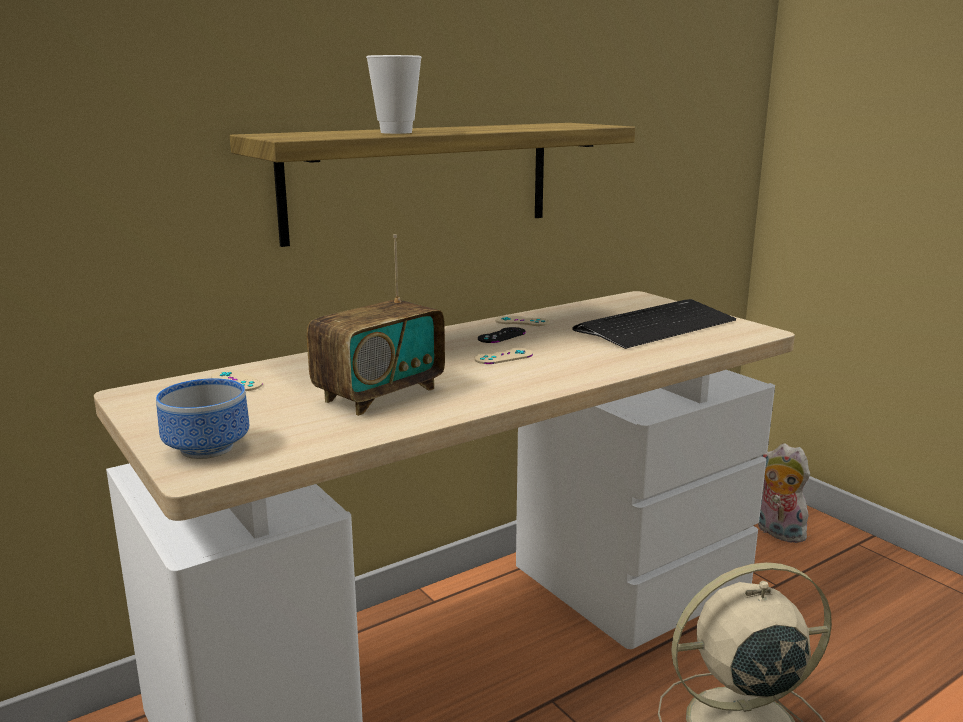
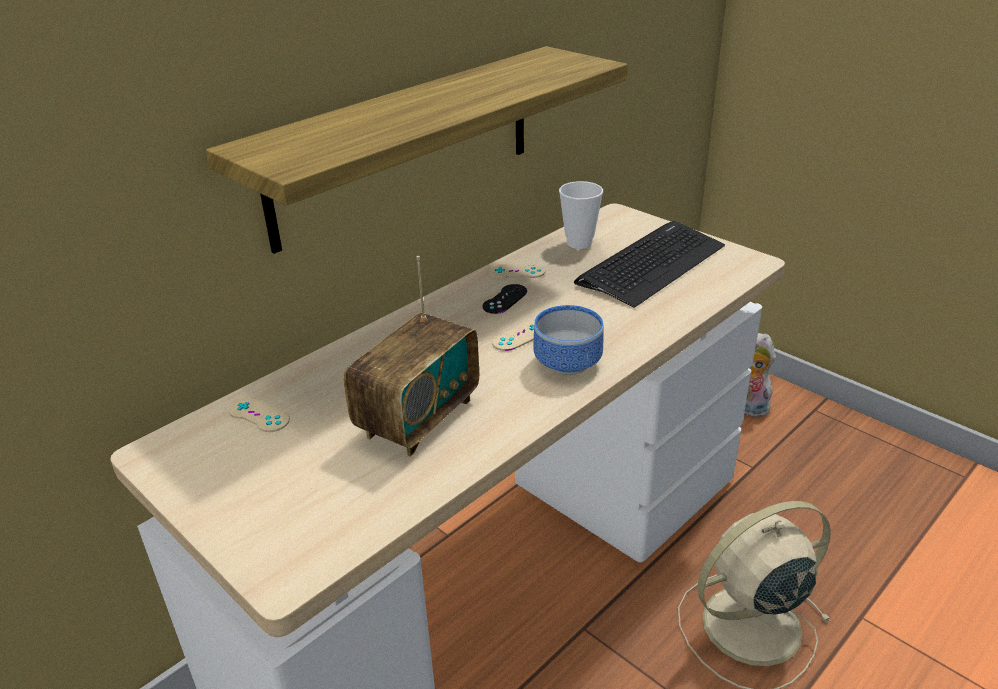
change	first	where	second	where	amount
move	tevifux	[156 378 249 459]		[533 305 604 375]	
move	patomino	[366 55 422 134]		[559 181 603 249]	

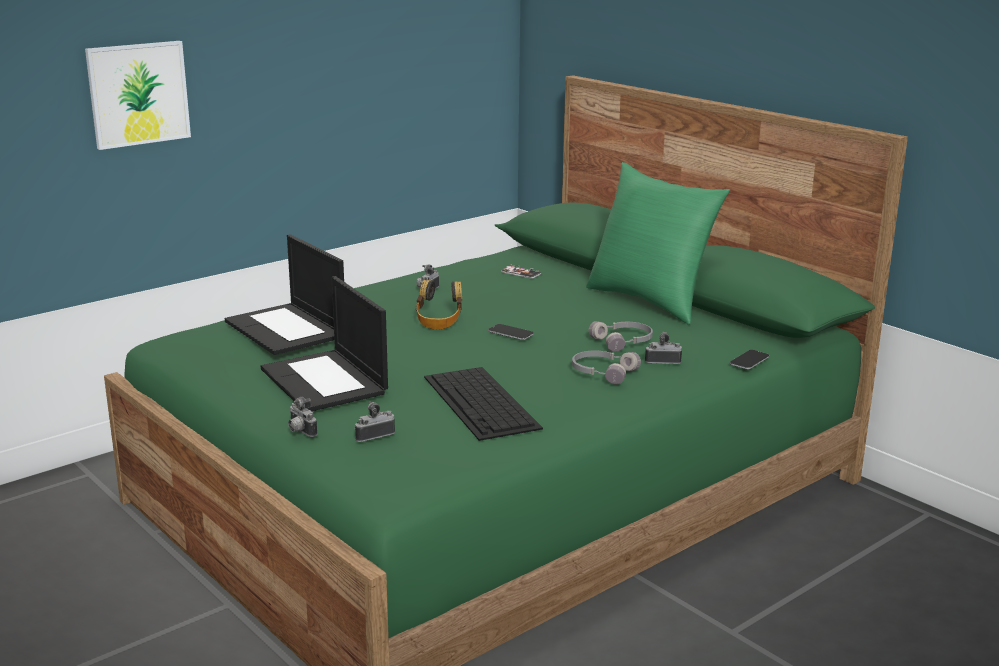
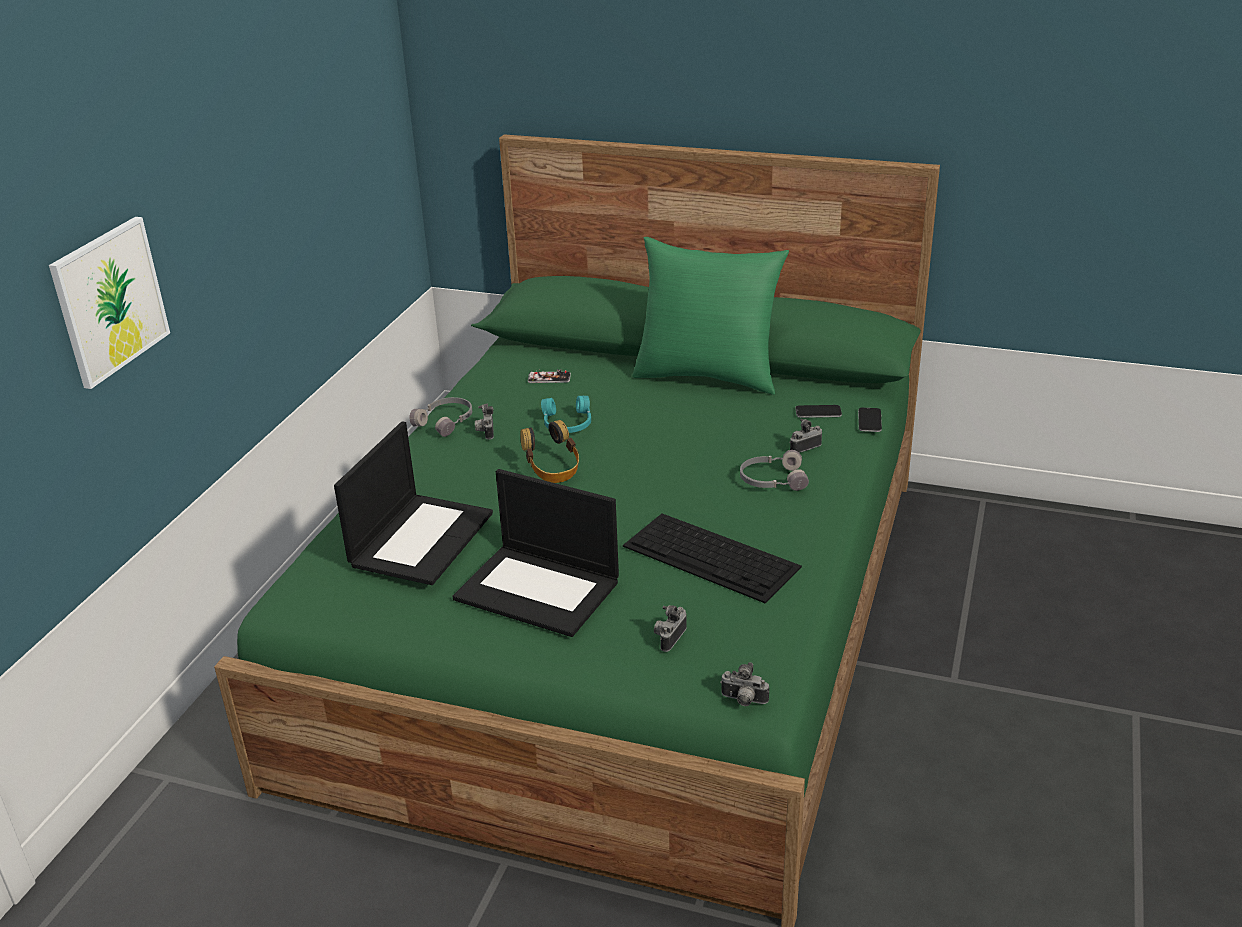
change	first	where	second	where	amount
insert			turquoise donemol	[541 396 591 433]	
move	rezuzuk	[288 397 317 437]		[720 662 769 706]	
move	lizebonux	[488 324 534 340]		[795 405 842 418]	
move	grey donemol	[589 321 653 352]		[410 397 472 437]	
rotate	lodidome	[225 234 344 355]		[334 421 493 585]	90 degrees counterclockwise

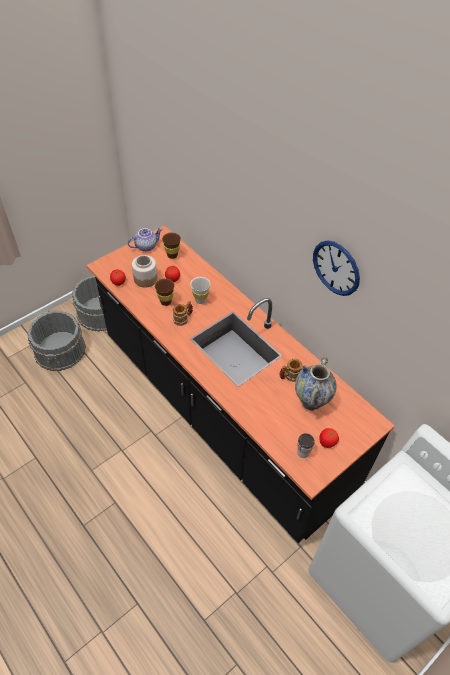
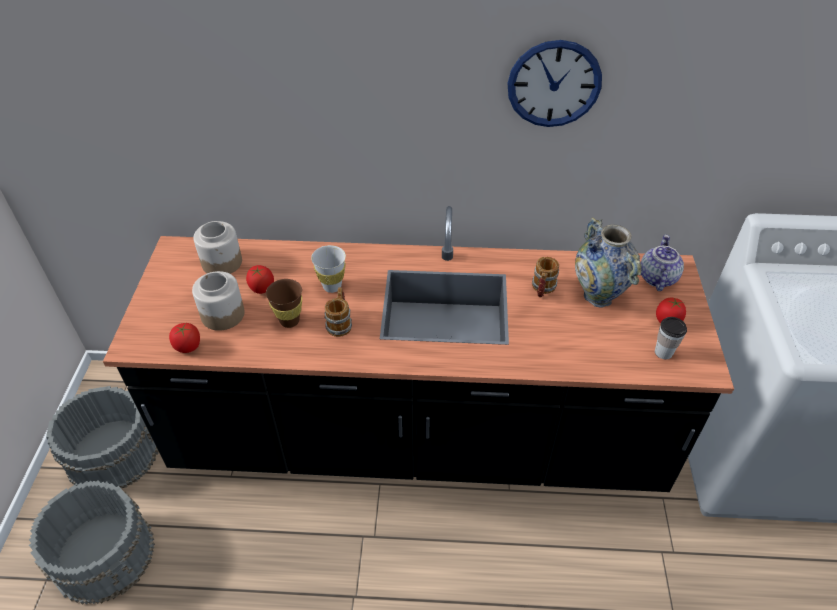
change	first	where	second	where	amount
move	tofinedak	[128 228 162 252]		[641 234 684 291]	
replace	brown patomino	[162 232 181 259]	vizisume	[193 221 242 274]	

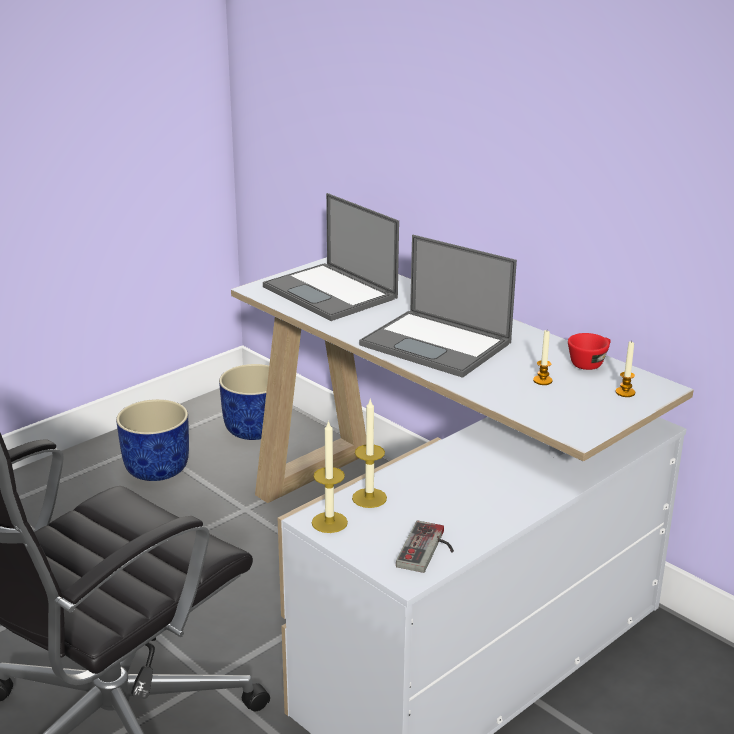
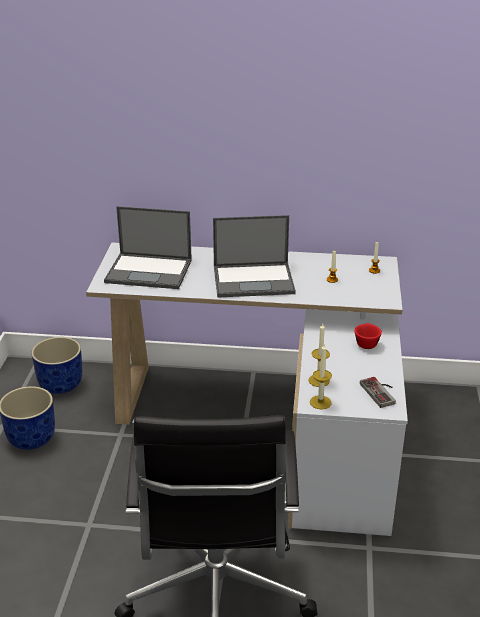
change	first	where	second	where	amount
move	red patomino	[568 333 611 370]		[355 323 382 349]	

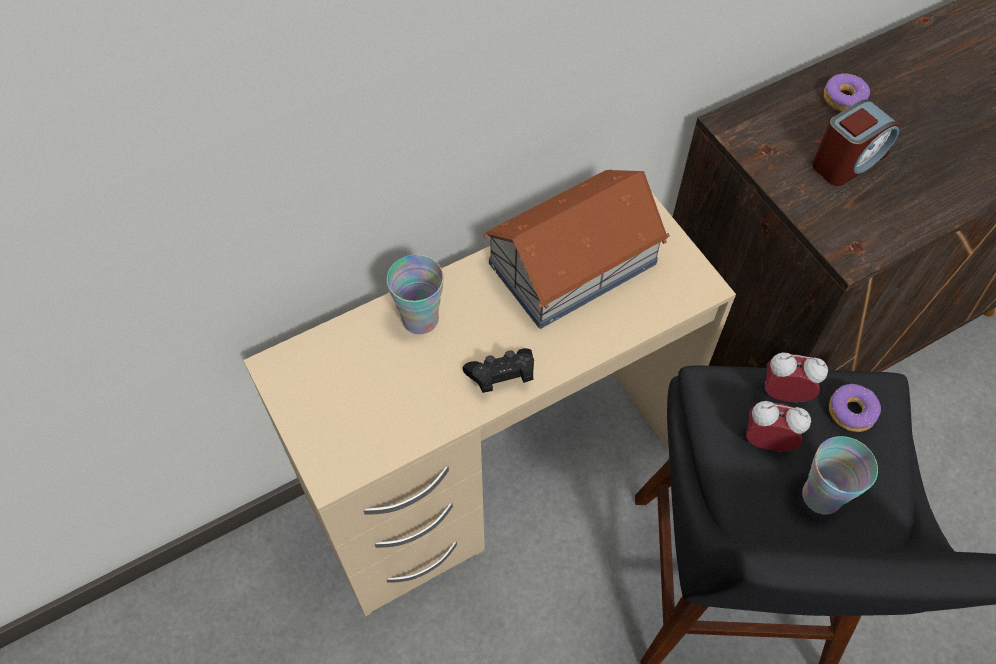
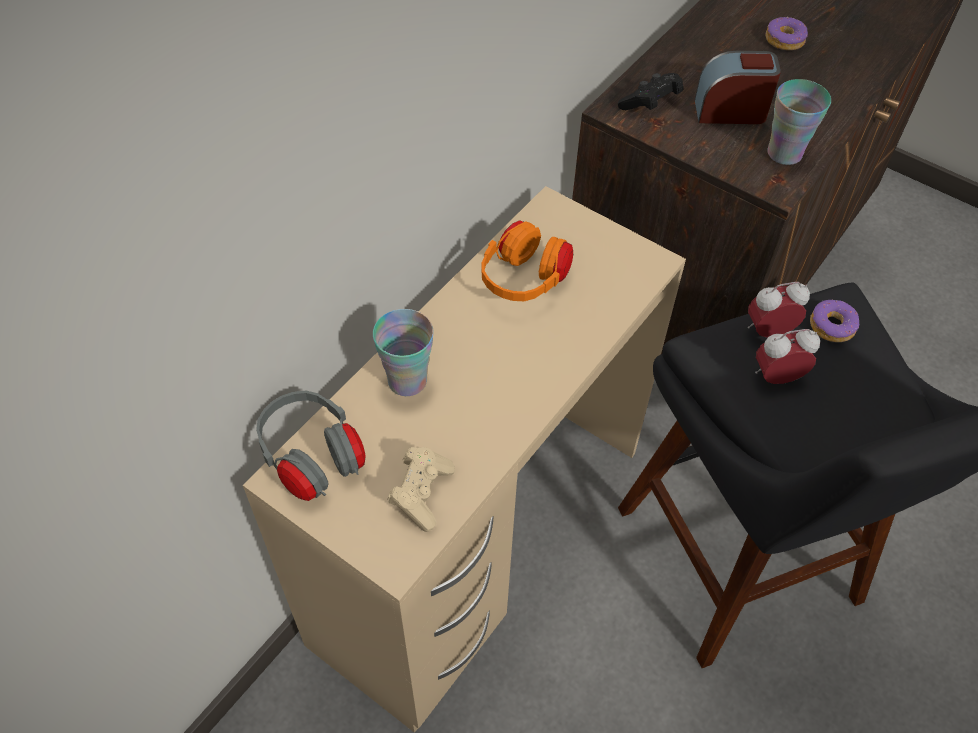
change	first	where	second	where	amount
insert			grey donemol	[256 391 366 501]	
insert			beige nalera	[387 447 455 532]	
move	black nalera	[462 348 534 393]		[618 73 683 110]	
move	patomino	[802 436 878 515]		[767 79 831 165]	
move	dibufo	[824 73 870 112]		[766 17 808 50]	
replace	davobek	[484 169 670 329]	orange donemol	[482 220 573 301]	
rotate	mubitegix	[812 99 900 186]		[695 51 781 124]	120 degrees counterclockwise

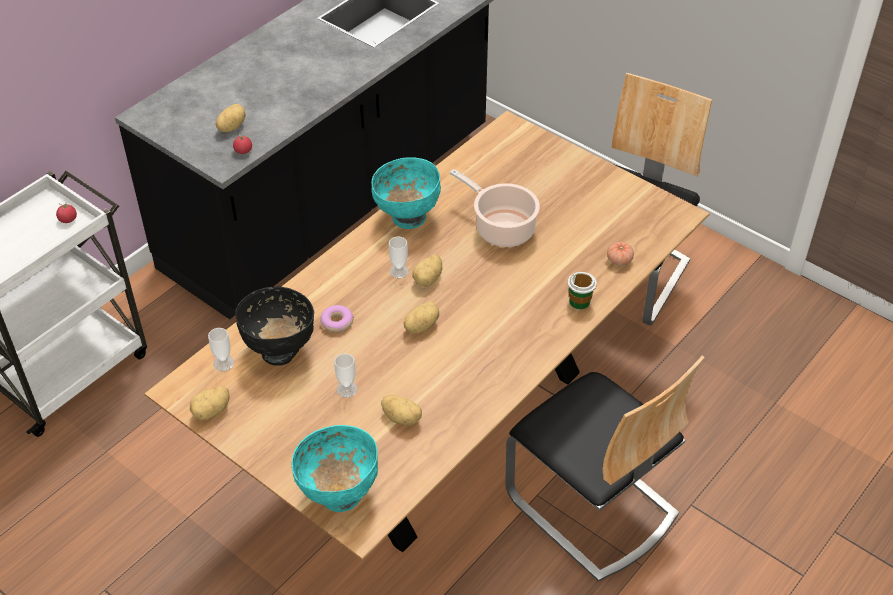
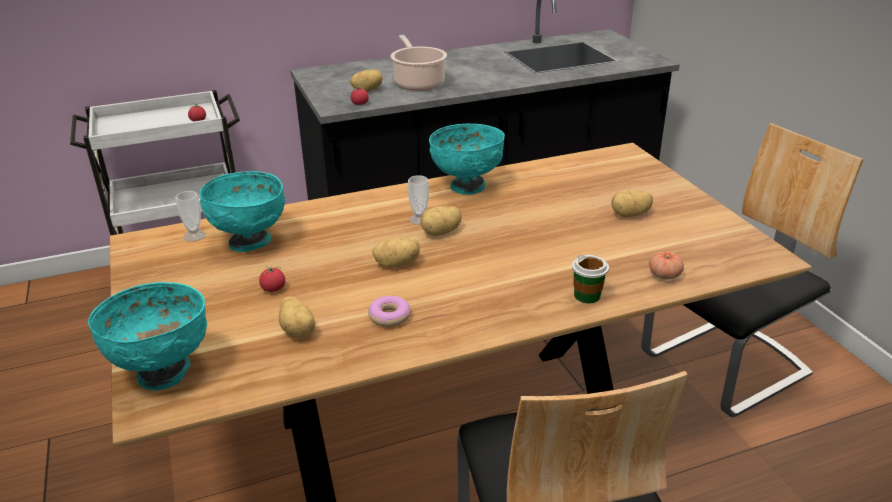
change	first	where	second	where	amount
move	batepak	[190 386 229 420]		[611 189 653 217]	
move	dibufo	[320 305 354 333]		[368 296 411 327]	
move	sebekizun	[450 169 540 247]		[391 35 447 91]	
replace	patomino	[334 353 358 398]	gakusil	[259 266 285 292]	
recolor	black tevifux	[235 287 314 366]	turquoise tevifux	[200 171 285 252]	

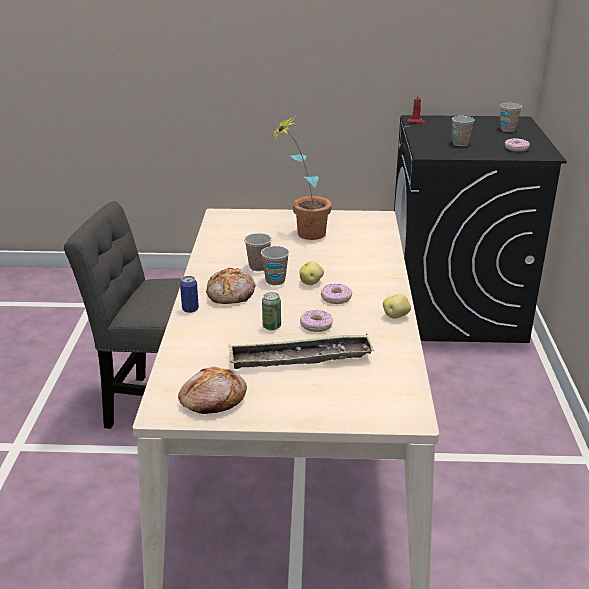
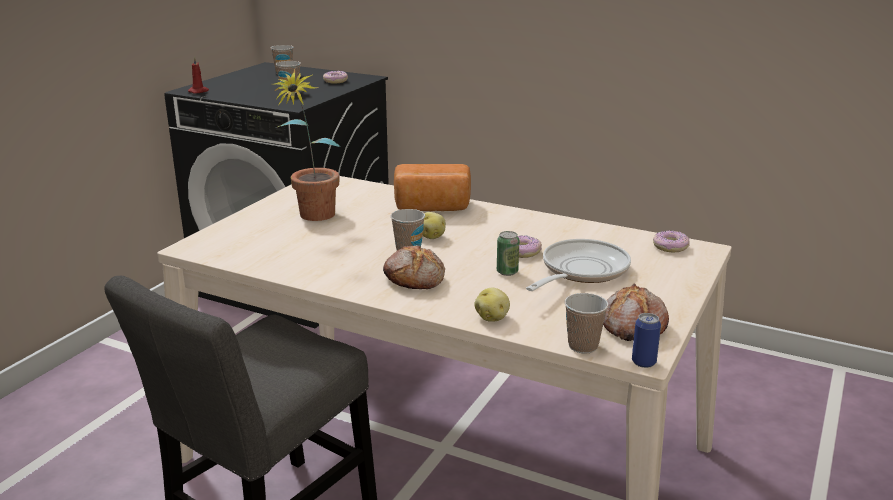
change	first	where	second	where	amount
insert			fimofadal	[394 164 471 211]	
move	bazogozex	[180 276 199 313]		[632 313 661 368]	
move	patomino	[244 233 272 271]		[565 293 608 354]	
move	dibufo	[321 284 352 304]		[653 231 690 253]	
move	batepak	[383 294 411 319]		[474 288 510 322]	
replace	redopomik	[229 334 374 369]	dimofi	[526 239 631 291]	

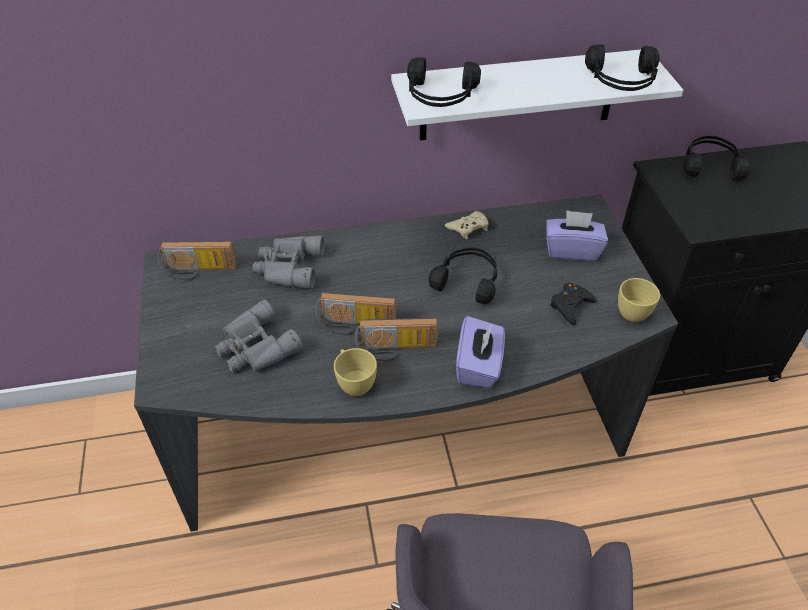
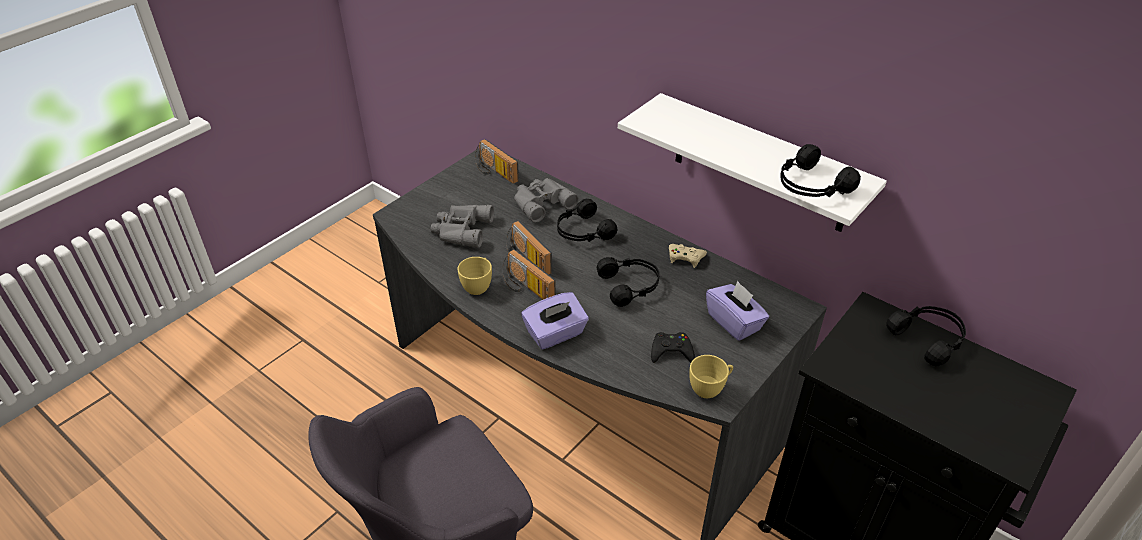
change	first	where	second	where	amount
move	black donemol	[407 57 481 107]		[557 199 617 242]	

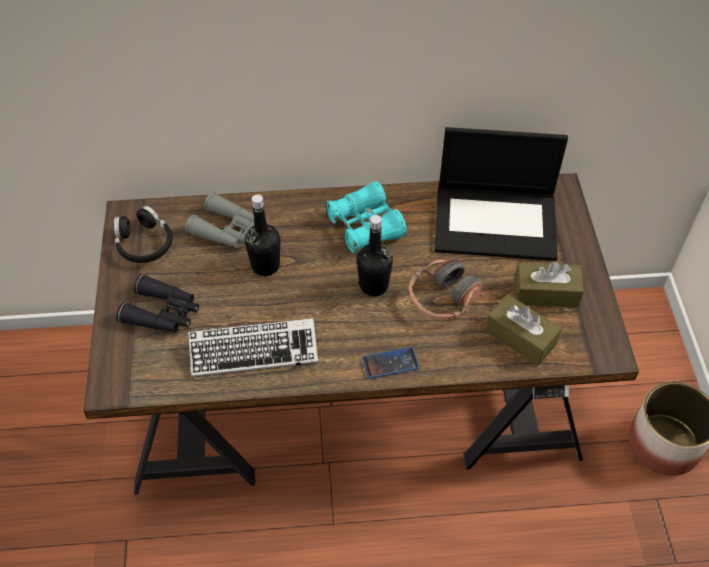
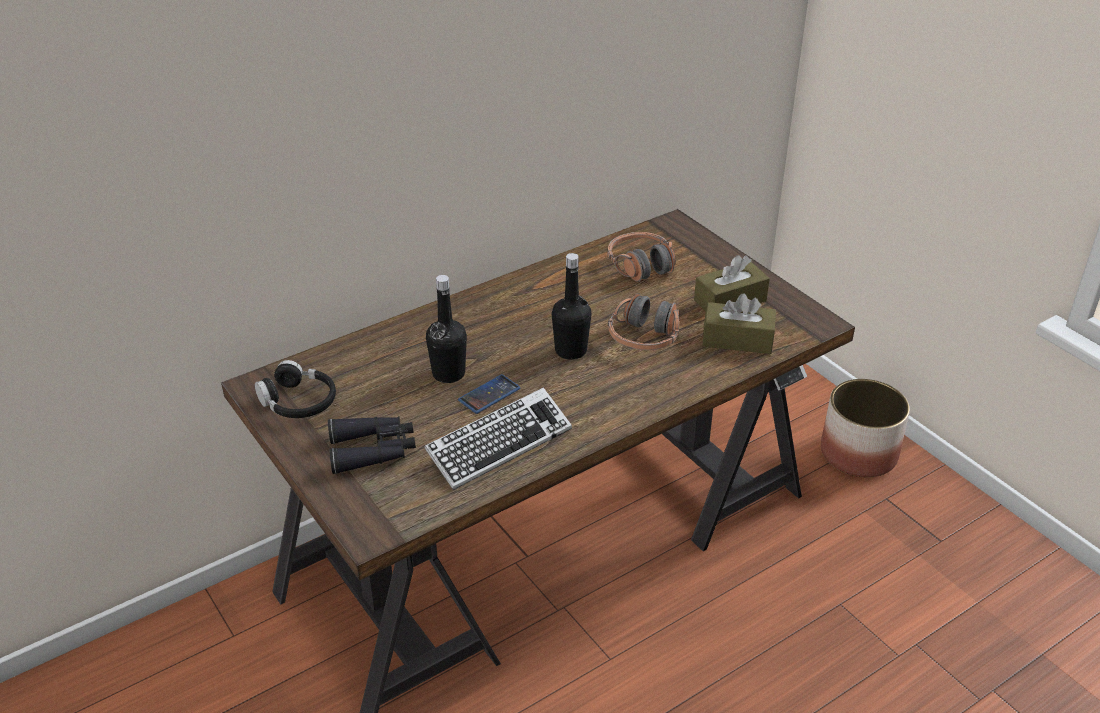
change	first	where	second	where	amount
delete	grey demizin	[185 192 254 248]			
delete	turquoise demizin	[325 181 407 253]			
move	lizebonux	[362 347 420 379]		[458 374 520 414]	
replace	lodidome	[434 127 568 261]	donemol	[607 232 676 282]	

